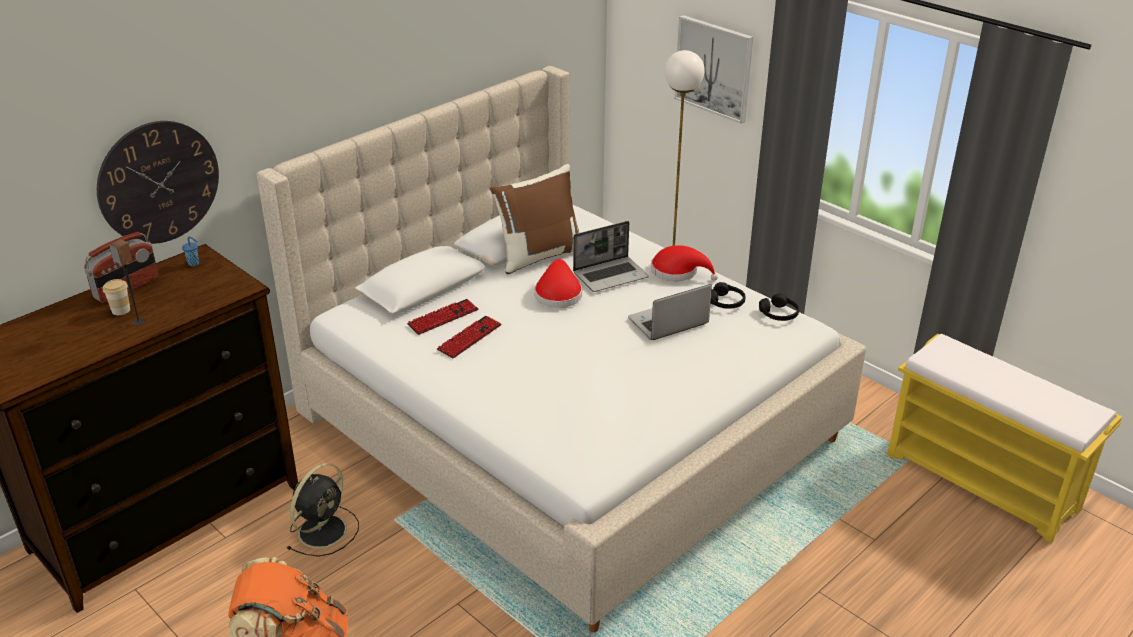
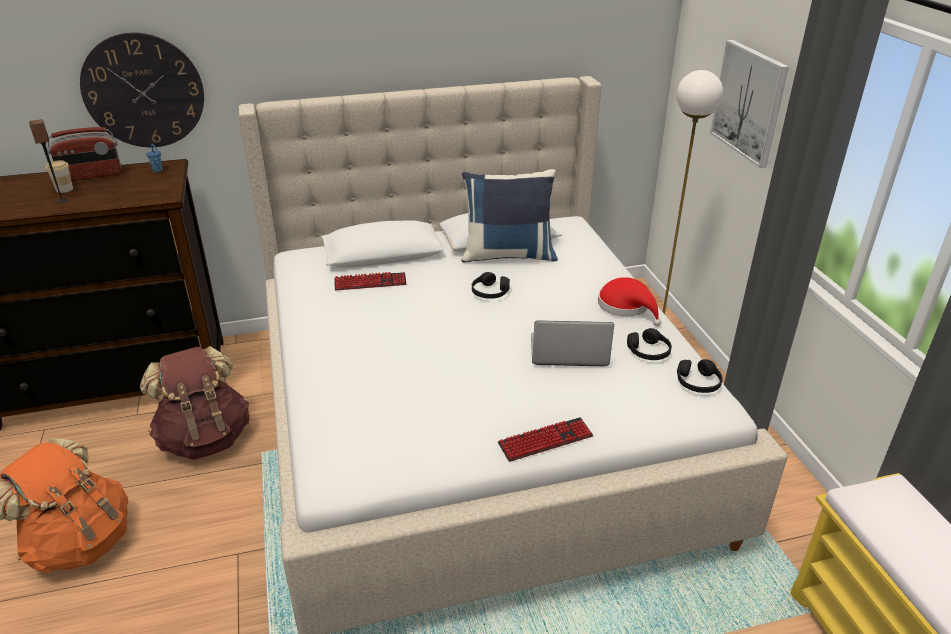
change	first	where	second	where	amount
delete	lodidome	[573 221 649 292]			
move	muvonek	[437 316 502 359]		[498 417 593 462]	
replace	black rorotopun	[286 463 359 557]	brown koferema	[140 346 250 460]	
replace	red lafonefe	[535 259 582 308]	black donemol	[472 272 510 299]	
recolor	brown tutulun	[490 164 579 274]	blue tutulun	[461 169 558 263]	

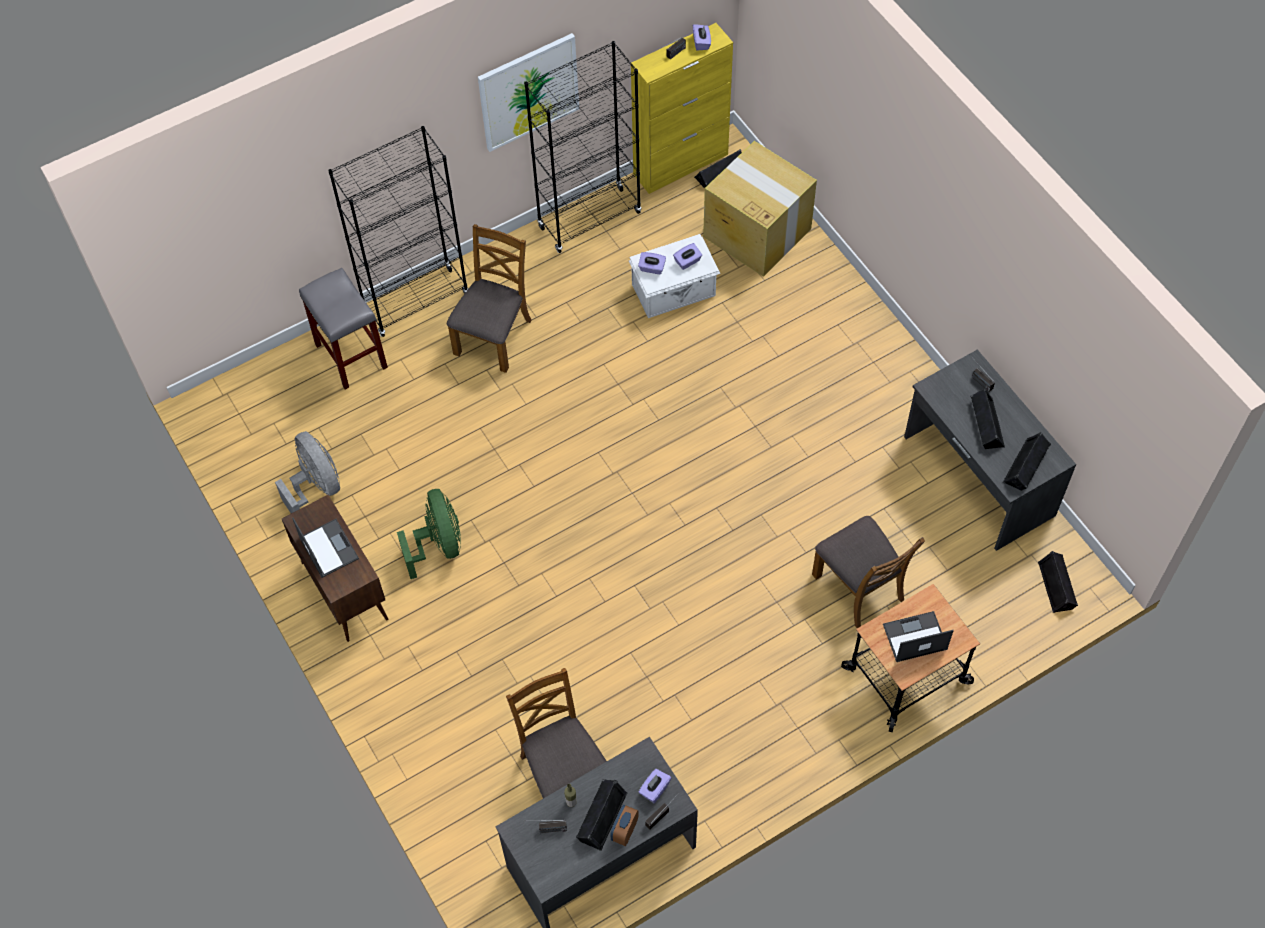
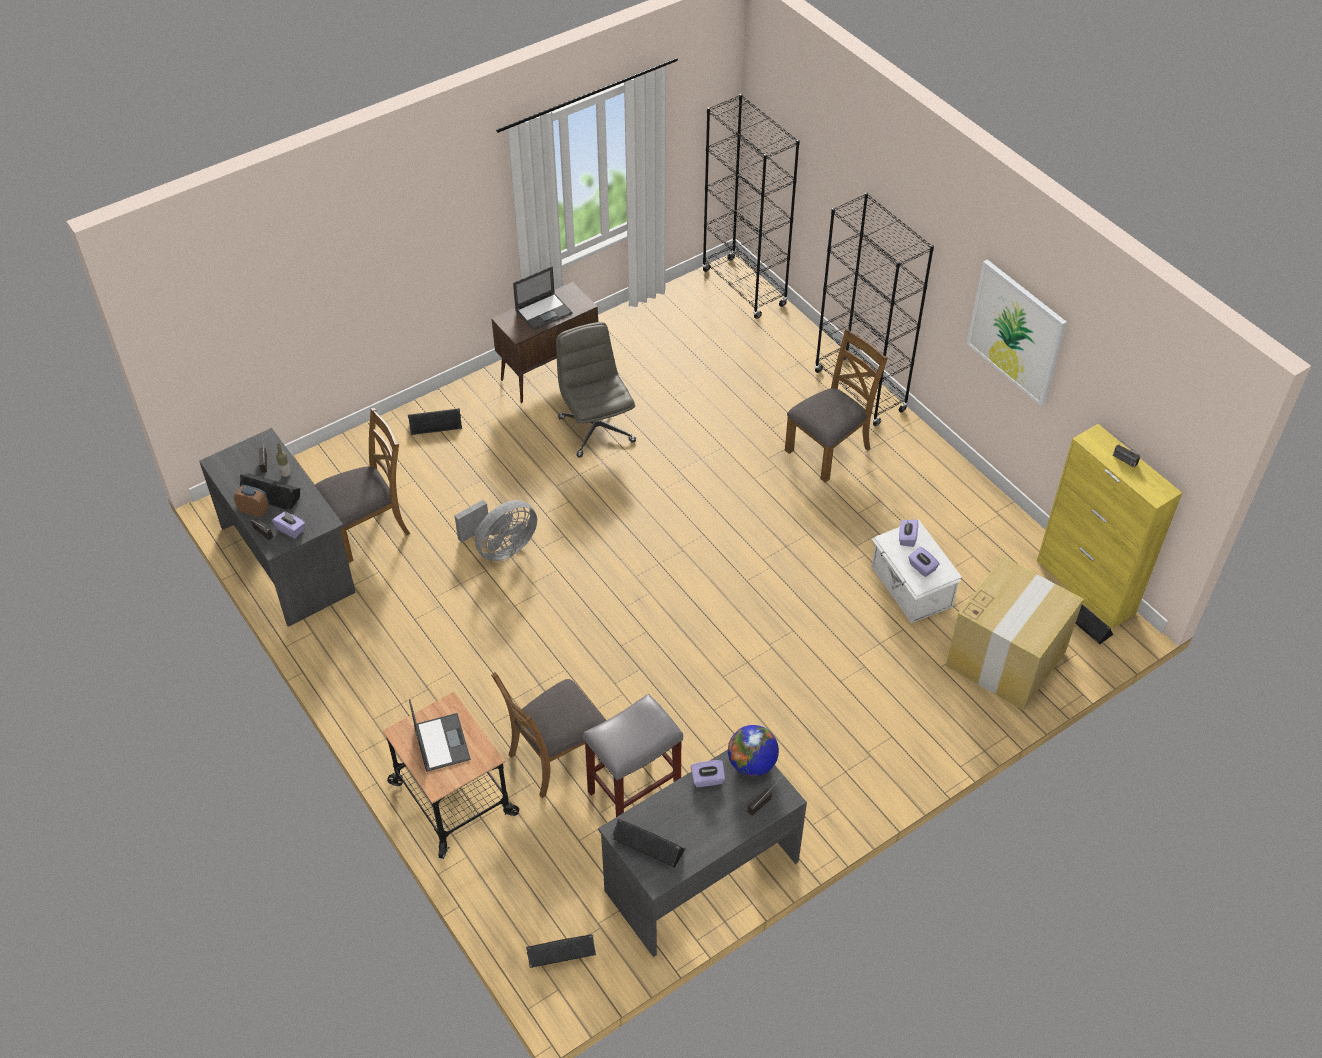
change	first	where	second	where	amount
insert			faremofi	[728 725 779 776]	
move	grey rorotopun	[275 431 340 513]		[454 500 537 561]	
move	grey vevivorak	[299 268 388 389]		[583 694 683 817]	
move	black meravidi	[524 41 641 253]		[702 94 800 319]	
move	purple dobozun	[693 24 711 51]		[691 760 725 787]	
move	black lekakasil	[970 388 1005 449]		[408 408 462 435]	
replace	green rorotopun	[397 489 461 579]	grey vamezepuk	[556 322 636 458]	
rotate	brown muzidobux	[447 224 532 373]		[785 329 888 482]	60 degrees counterclockwise

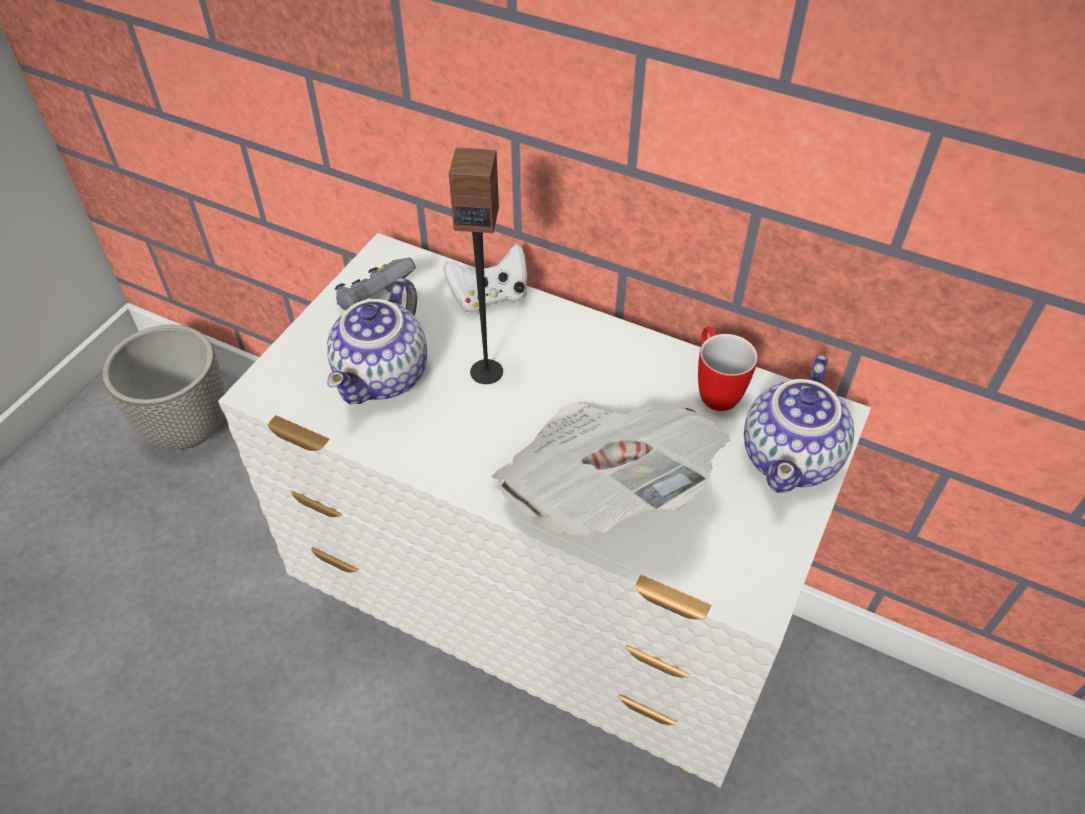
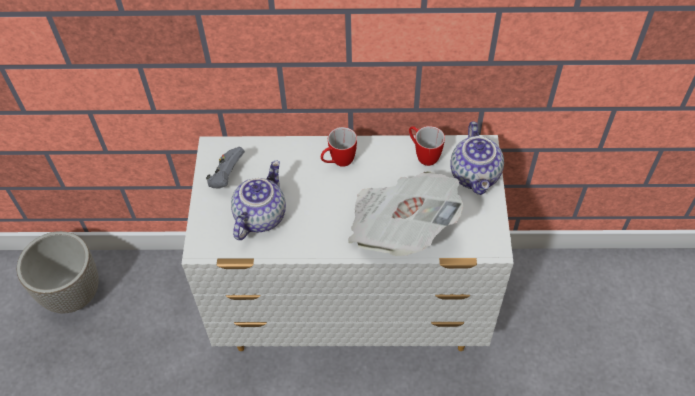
change	first	where	second	where	amount
delete	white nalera	[443 244 527 314]			
delete	lekakasil	[449 147 503 384]			
insert			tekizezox	[321 127 357 167]	
rotate	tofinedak	[327 278 427 404]		[231 161 286 240]	150 degrees counterclockwise

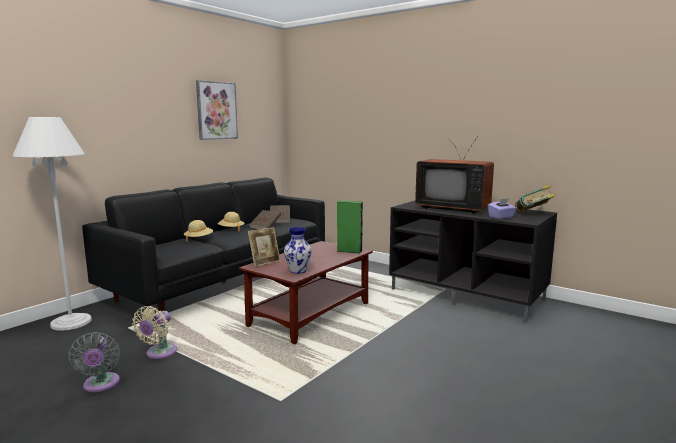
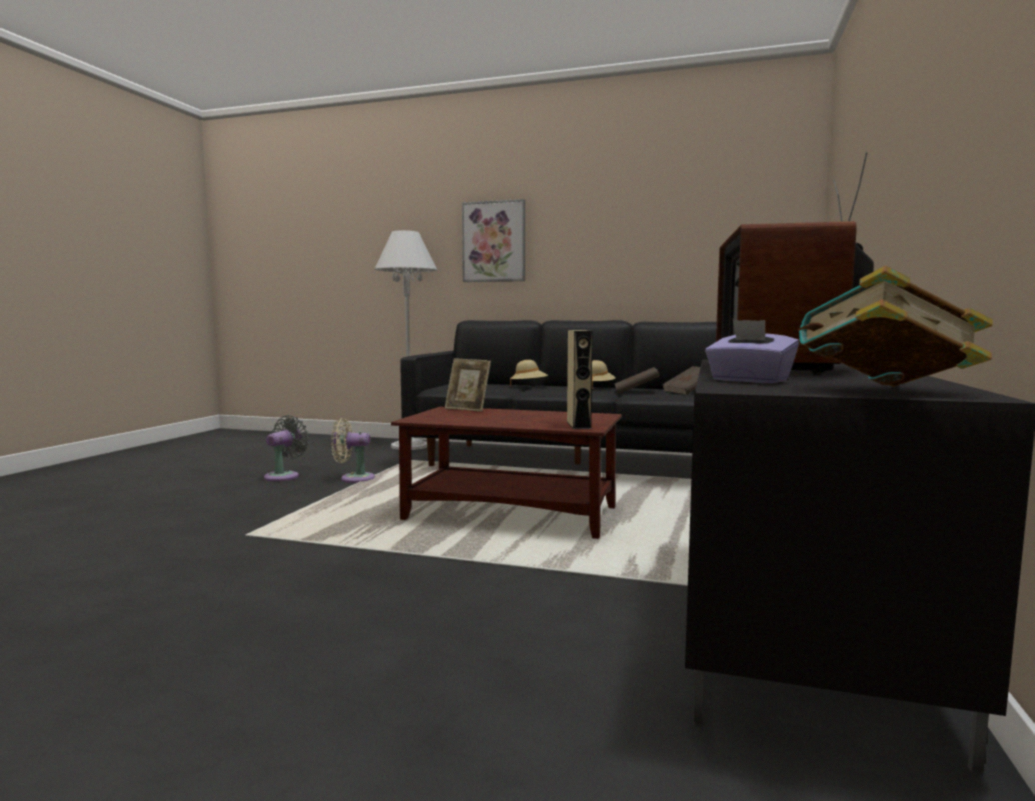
change	first	where	second	where	amount
delete	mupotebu	[284 227 312 274]			
move	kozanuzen	[196 80 238 140]		[462 199 525 282]	
recolor	green lekakasil	[337 201 363 253]	beige lekakasil	[567 330 593 429]	
rotate	grey rorotopun	[68 332 120 392]		[264 415 309 481]	150 degrees clockwise

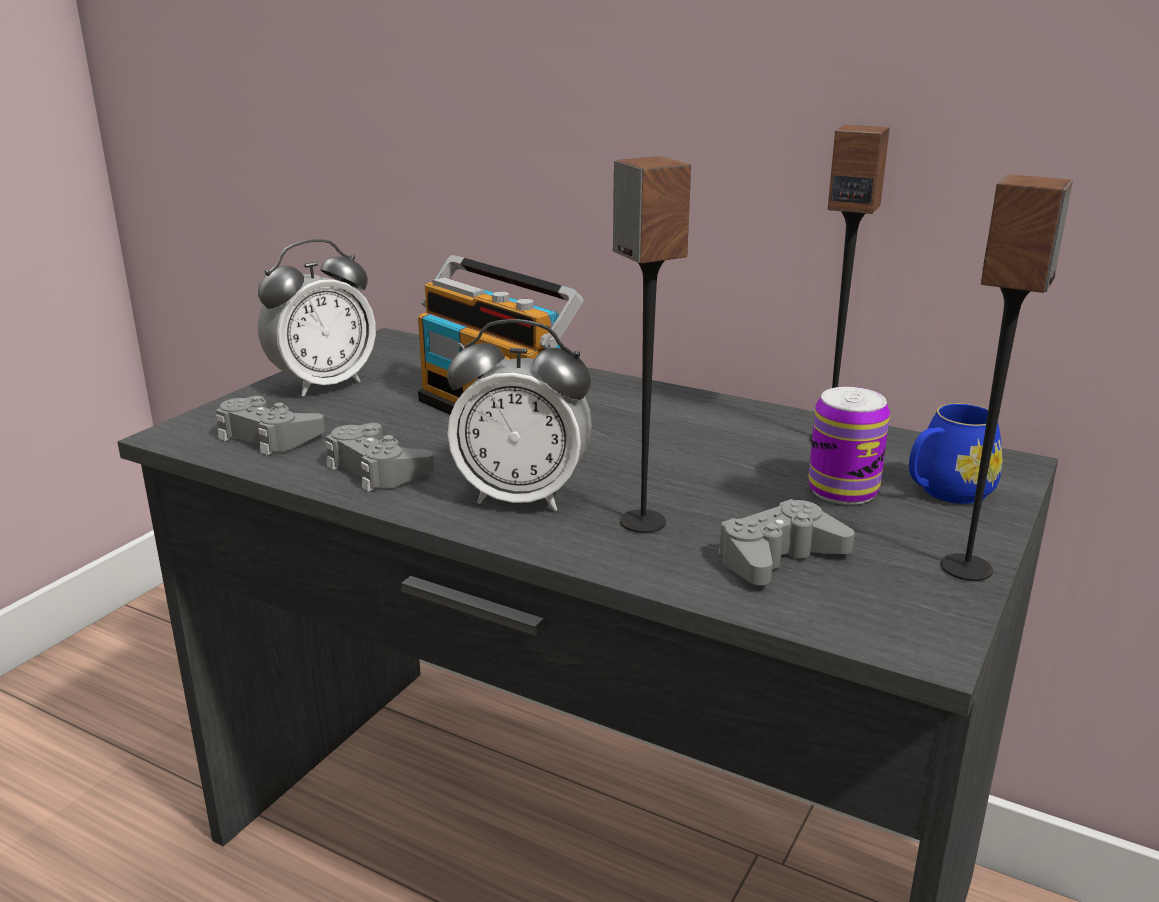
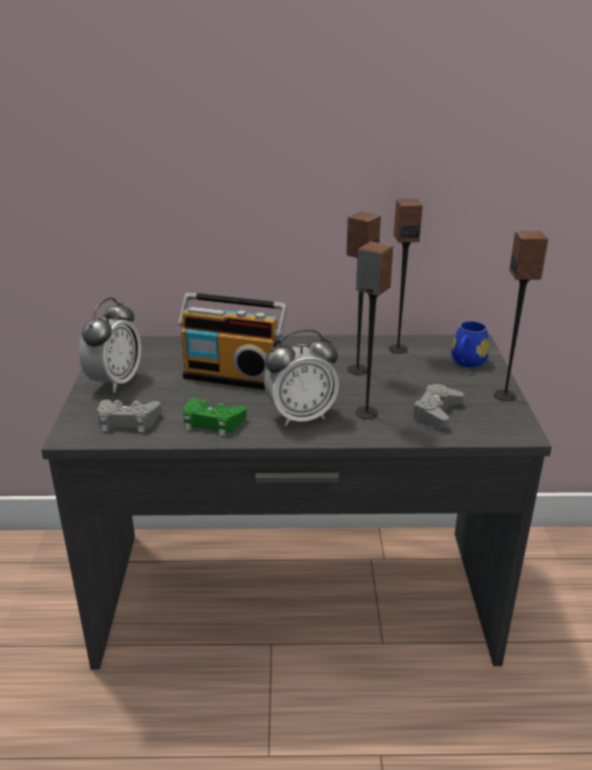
change	first	where	second	where	amount
delete	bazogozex	[808 387 890 505]			
insert			lekakasil	[346 212 381 375]	
recolor	grey nalera	[326 423 434 492]	green nalera	[183 398 247 436]	

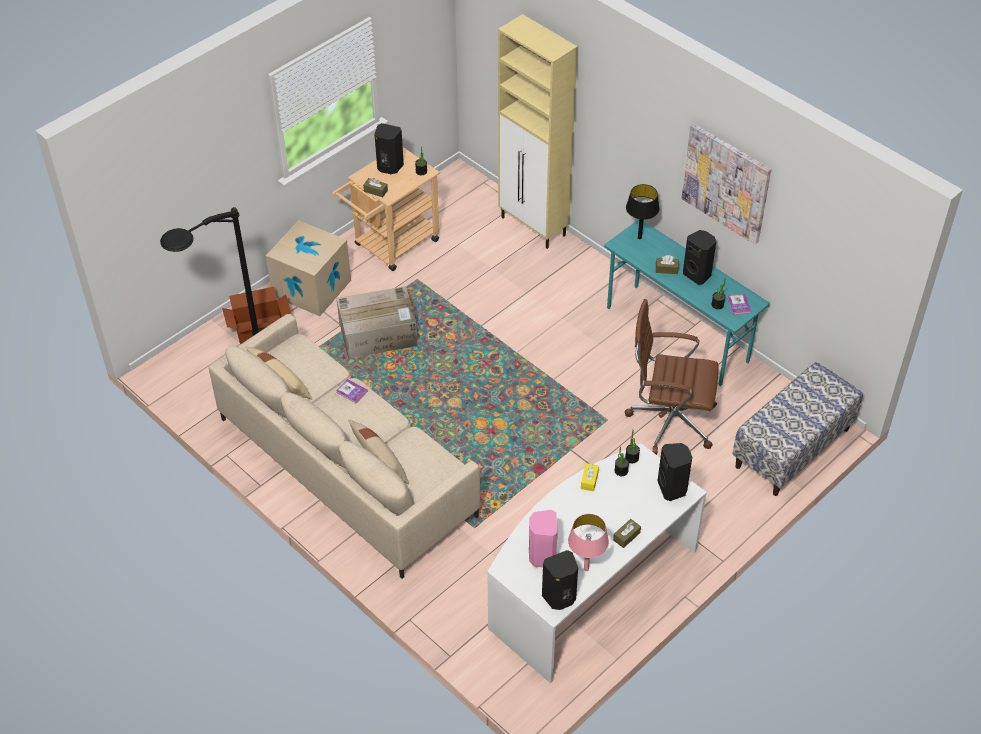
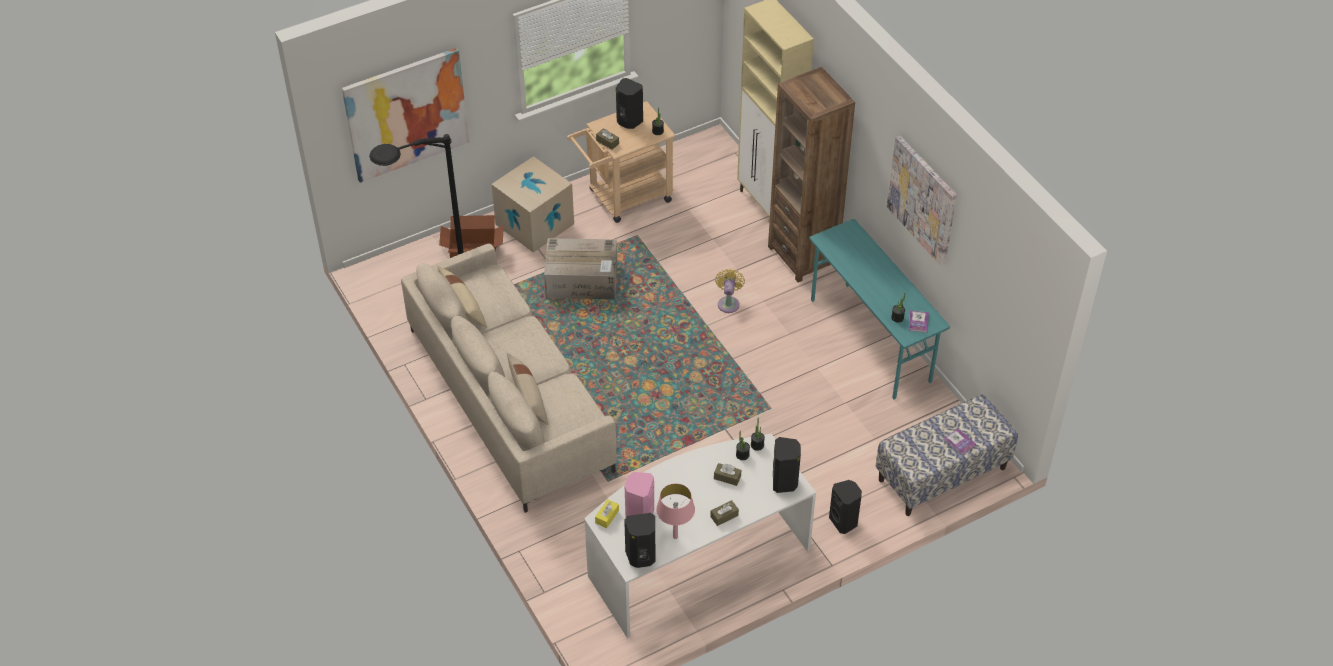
change	first	where	second	where	amount
delete	brown vamezepuk	[625 299 719 455]			
delete	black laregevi	[626 184 660 240]			
insert			kozanuzen	[342 48 469 183]	
insert			yellow rorotopun	[715 269 745 313]	
insert			brown meravidi	[768 67 855 282]	
move	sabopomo	[336 379 368 403]		[944 428 976 455]	
move	yellow dobozun	[581 463 599 491]		[595 499 619 528]	
move	brown dobozun	[656 255 679 274]		[714 463 741 486]	
move	black lekakasil	[683 230 716 285]		[829 480 862 534]	

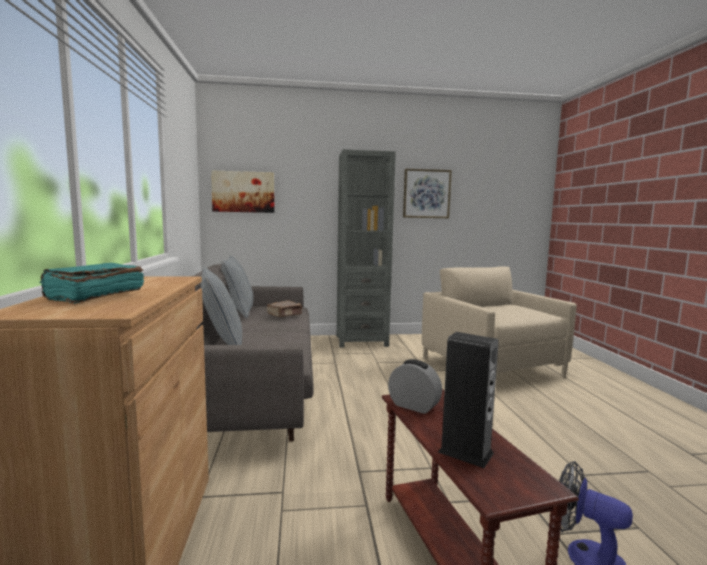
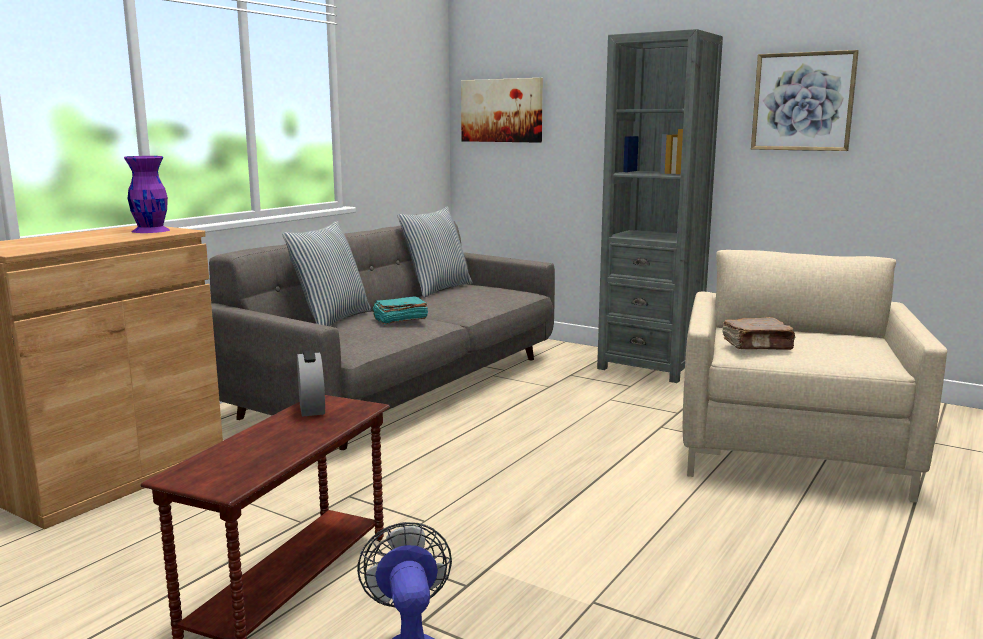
change	first	where	second	where	amount
delete	lekakasil	[438 332 499 468]			
insert			purple mupotebu	[124 156 170 233]	
move	turquoise sabopomo	[39 263 144 304]		[373 296 428 325]	
move	brown sabopomo	[267 300 302 317]		[722 317 796 350]	

